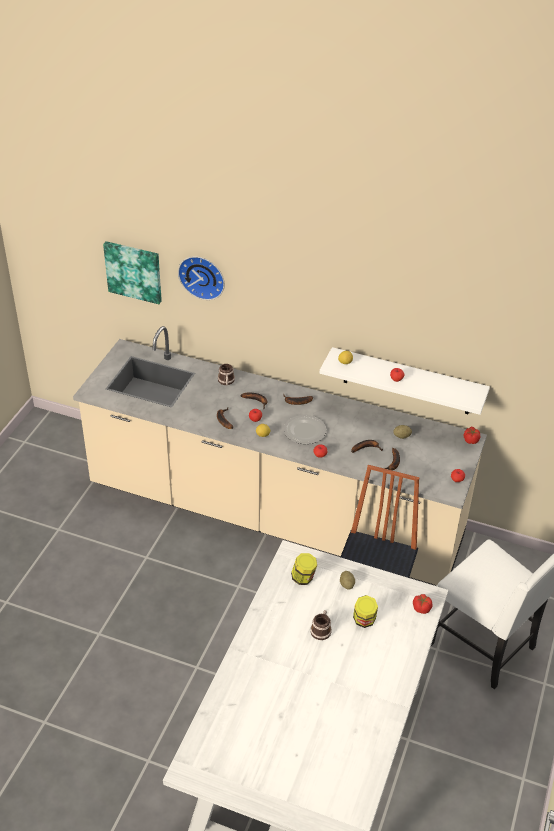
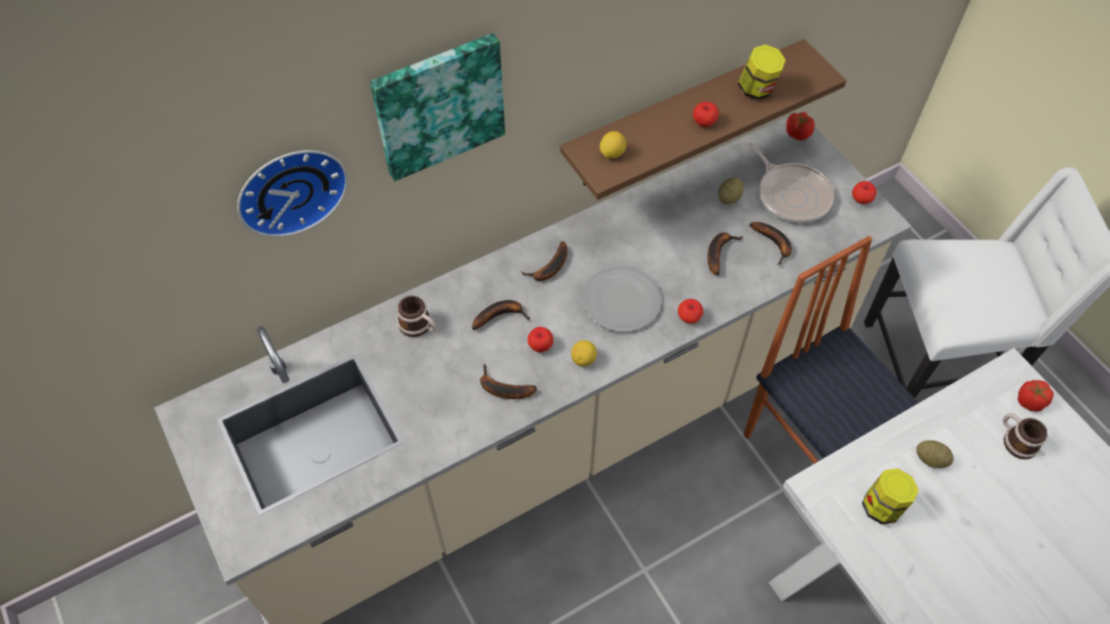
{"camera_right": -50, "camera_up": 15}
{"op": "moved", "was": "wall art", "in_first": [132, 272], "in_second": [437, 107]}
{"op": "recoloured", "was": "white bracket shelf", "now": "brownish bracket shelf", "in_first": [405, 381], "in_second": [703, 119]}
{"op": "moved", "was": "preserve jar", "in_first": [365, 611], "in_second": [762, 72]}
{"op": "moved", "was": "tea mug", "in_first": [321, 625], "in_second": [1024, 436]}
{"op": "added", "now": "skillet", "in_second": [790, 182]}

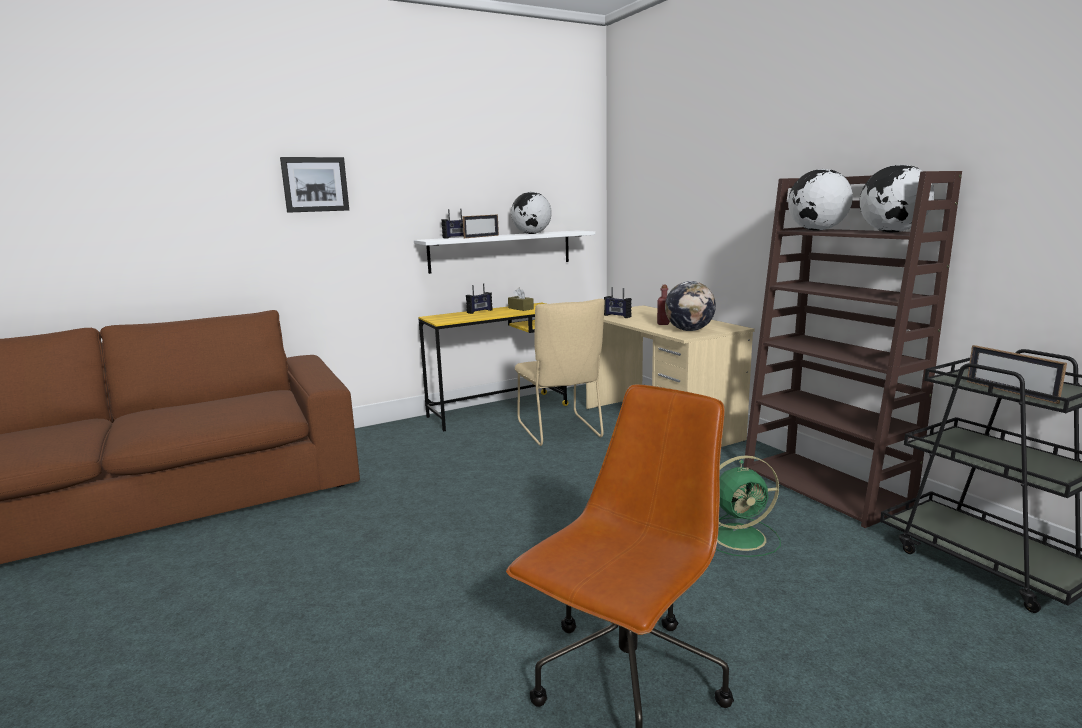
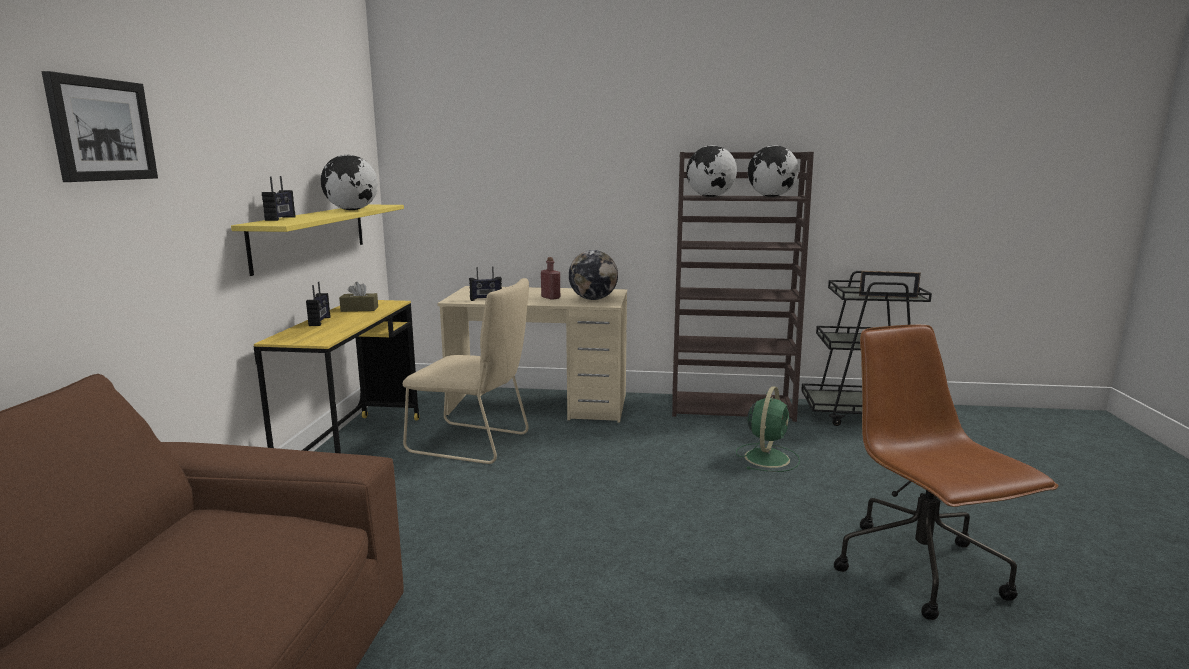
{"camera_right": -55, "camera_up": 0}
{"op": "removed", "was": "photo frame", "in_first": [481, 226]}
{"op": "recoloured", "was": "white bracket shelf", "now": "yellowish bracket shelf", "in_first": [504, 252], "in_second": [317, 240]}

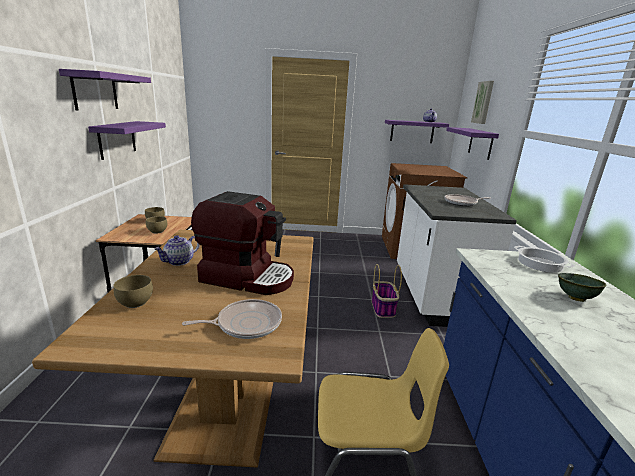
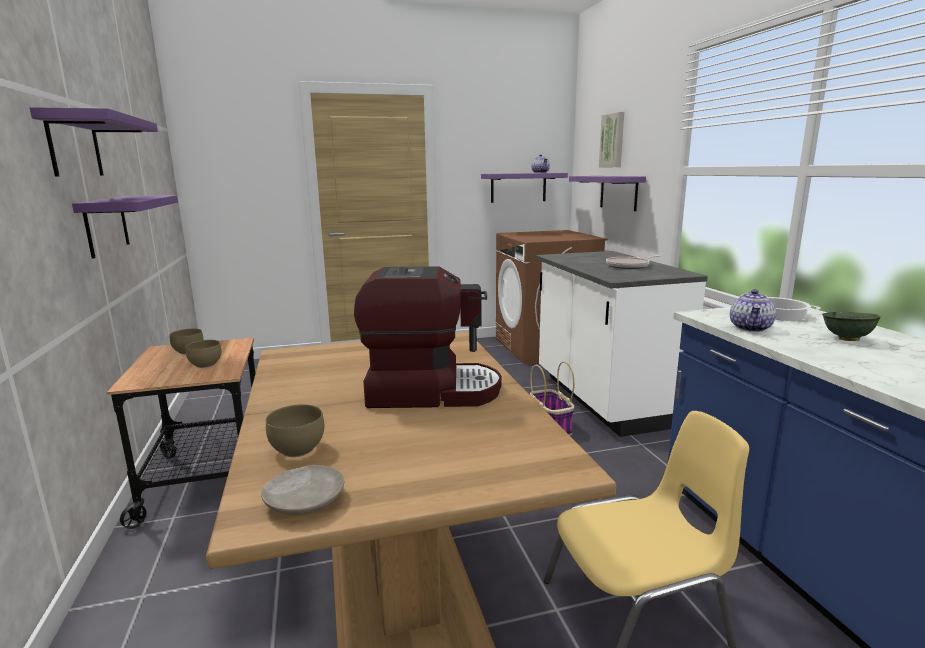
{"camera_right": -15, "camera_up": -5}
{"op": "moved", "was": "teapot", "in_first": [177, 250], "in_second": [753, 310]}
{"op": "removed", "was": "skillet", "in_first": [232, 319]}
{"op": "added", "now": "beige-coloured dinner plate", "in_second": [302, 490]}

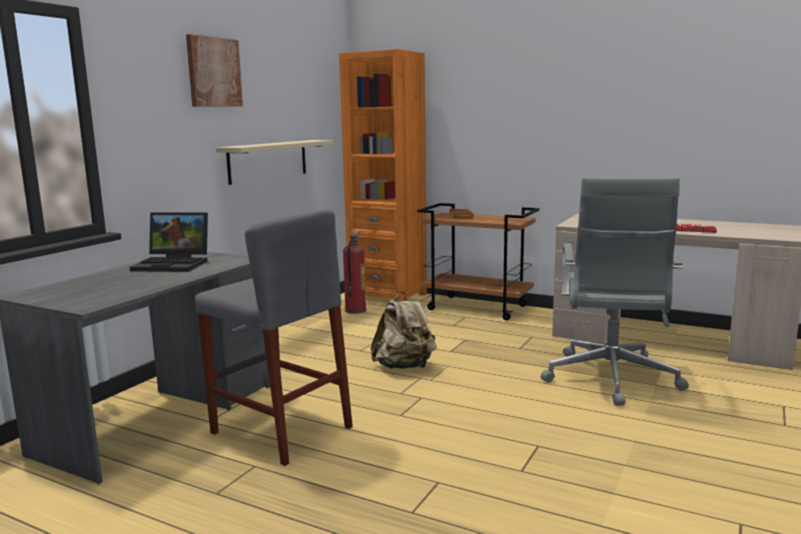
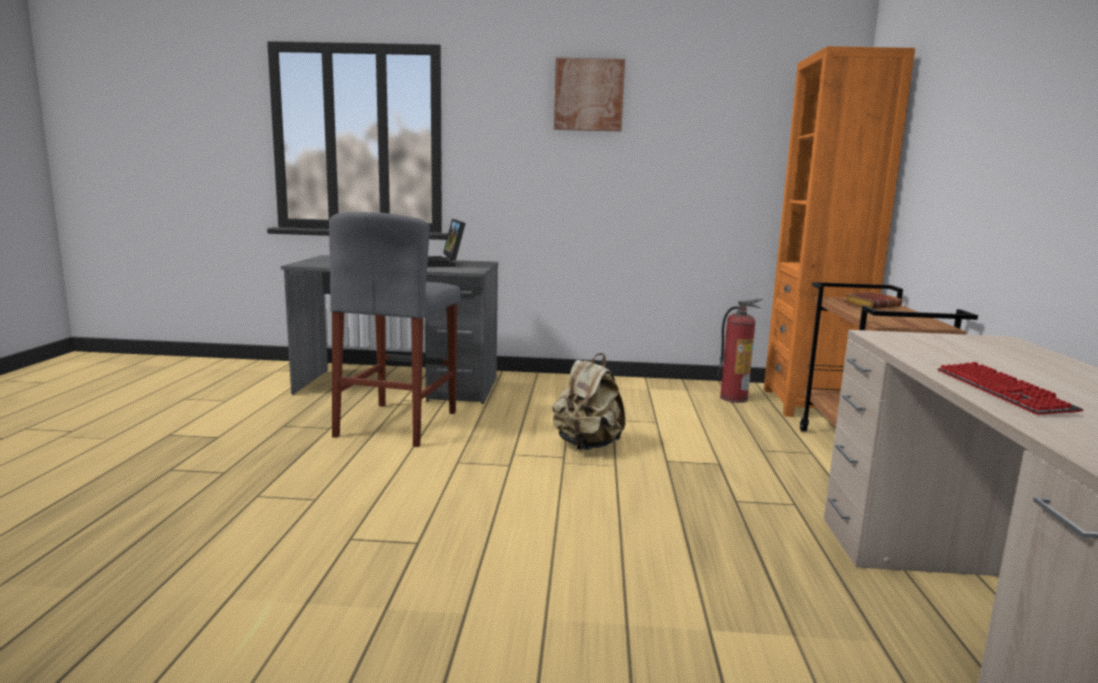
{"camera_right": 65, "camera_up": 0}
{"op": "removed", "was": "beige-coloured bracket shelf", "in_first": [274, 162]}
{"op": "removed", "was": "grey office chair", "in_first": [615, 291]}

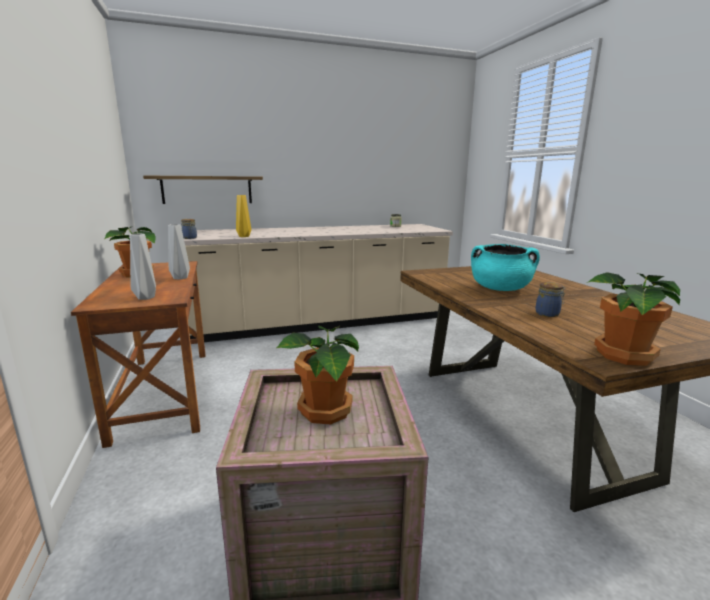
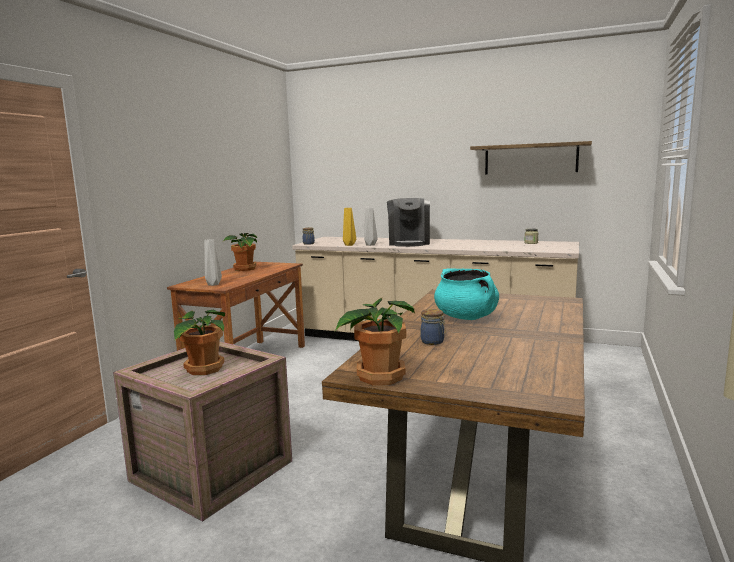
{"camera_right": 40, "camera_up": -5}
{"op": "moved", "was": "bracket shelf", "in_first": [203, 189], "in_second": [531, 158]}
{"op": "moved", "was": "grey decorative vase", "in_first": [179, 252], "in_second": [371, 226]}
{"op": "added", "now": "coffee brewer", "in_second": [408, 222]}

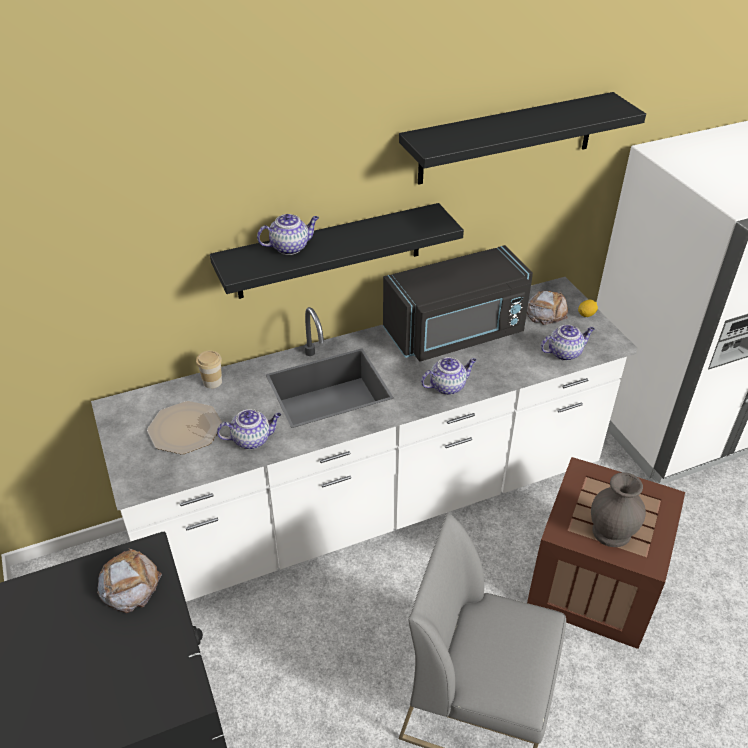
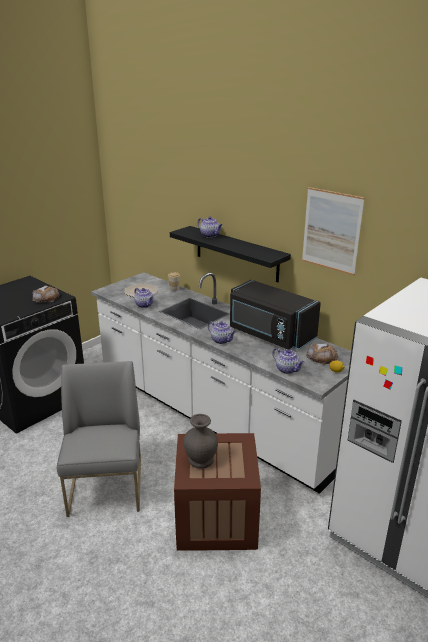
{"camera_right": 65, "camera_up": -15}
{"op": "replaced", "was": "black bracket shelf", "now": "wall art", "in_first": [522, 138], "in_second": [333, 231]}

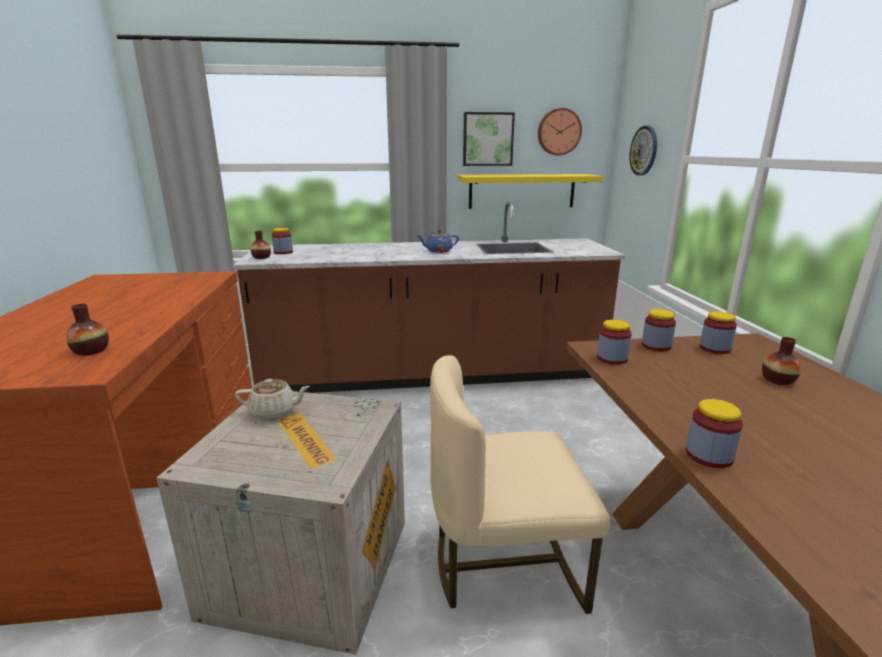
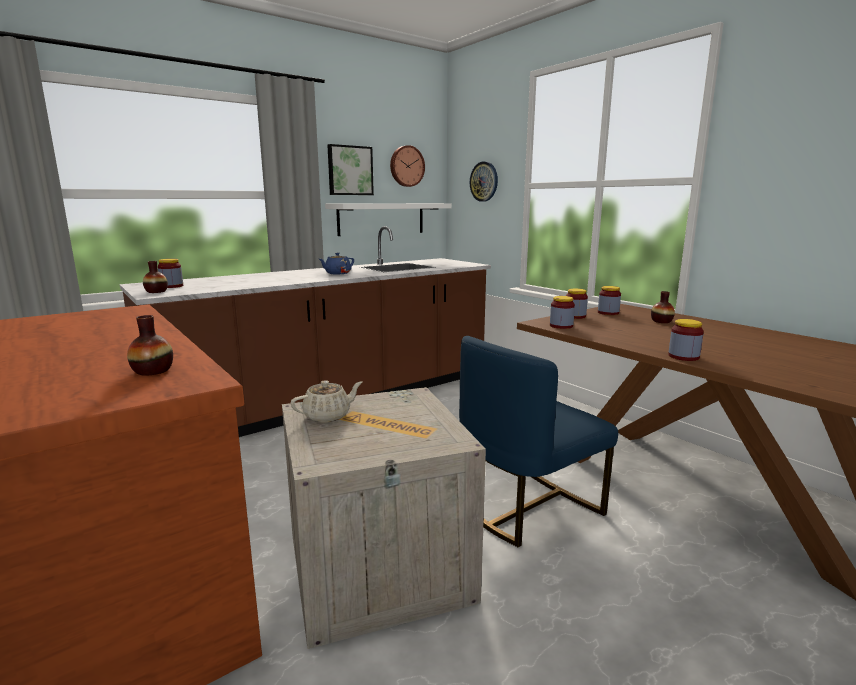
{"camera_right": -30, "camera_up": -5}
{"op": "recoloured", "was": "yellowish bracket shelf", "now": "white bracket shelf", "in_first": [530, 191], "in_second": [388, 219]}
{"op": "recoloured", "was": "beige-coloured plain chair", "now": "blue-coloured plain chair", "in_first": [520, 484], "in_second": [538, 442]}

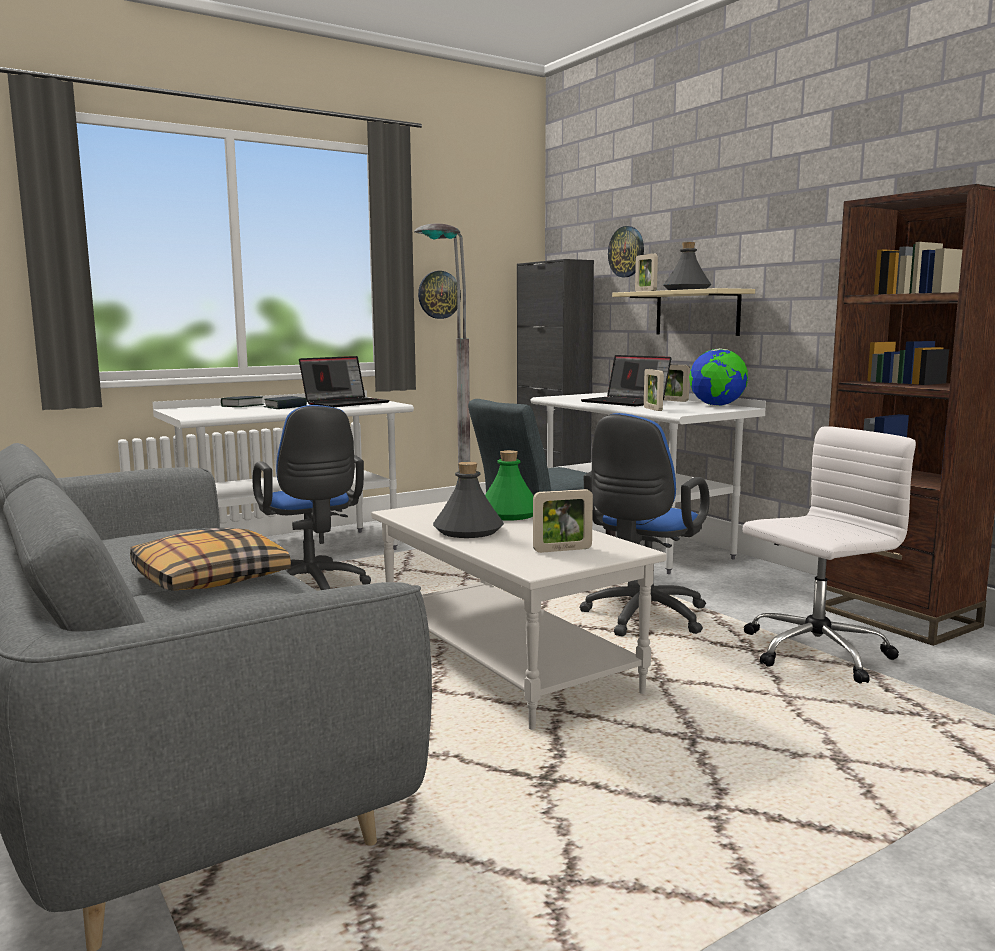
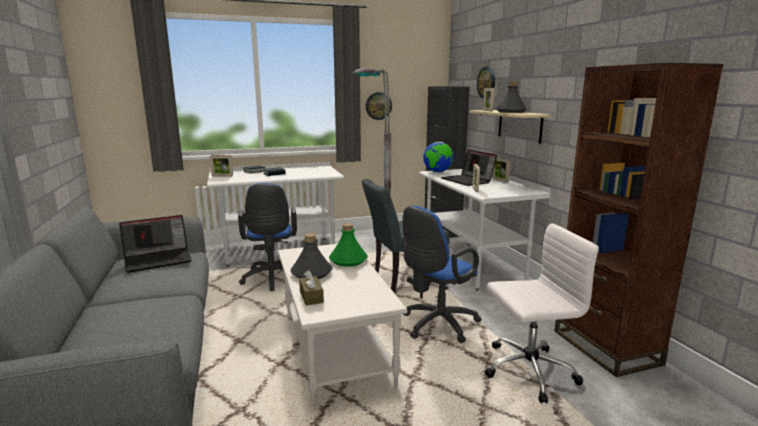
{"camera_right": 15, "camera_up": 5}
{"op": "moved", "was": "globe", "in_first": [718, 377], "in_second": [438, 157]}
{"op": "moved", "was": "portable computer", "in_first": [344, 381], "in_second": [155, 244]}
{"op": "moved", "was": "photo frame", "in_first": [563, 521], "in_second": [221, 166]}
{"op": "removed", "was": "pillow", "in_first": [210, 559]}
{"op": "added", "now": "brownish tissue box", "in_second": [311, 287]}

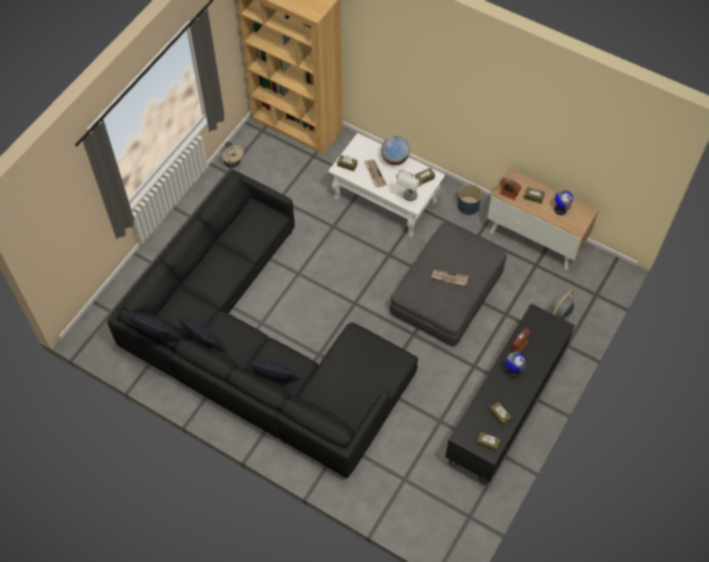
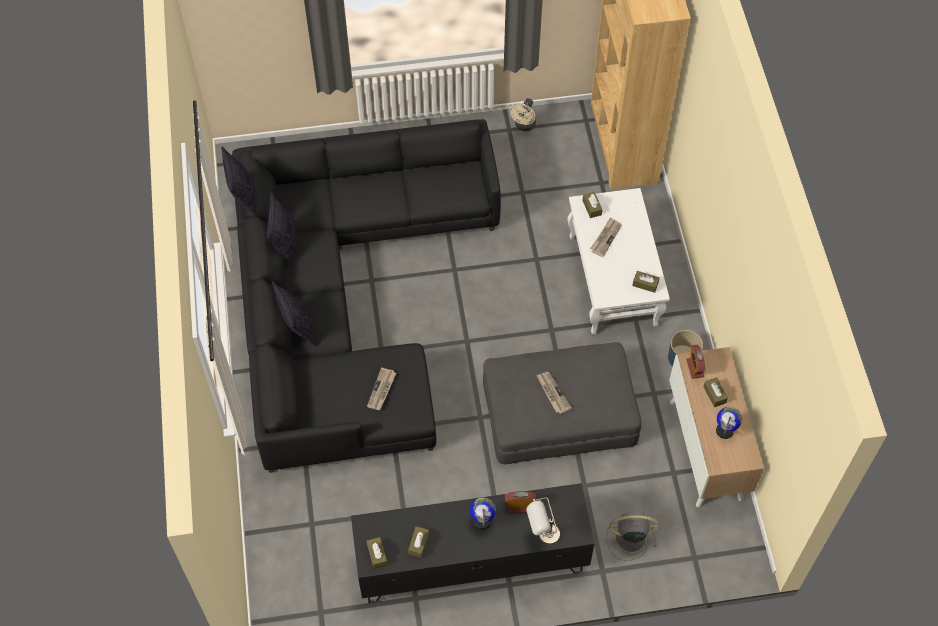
{"camera_right": 50, "camera_up": 0}
{"op": "removed", "was": "globe", "in_first": [395, 150]}
{"op": "moved", "was": "grey lamp for a table", "in_first": [410, 185], "in_second": [543, 521]}
{"op": "added", "now": "newspaper", "in_second": [381, 389]}

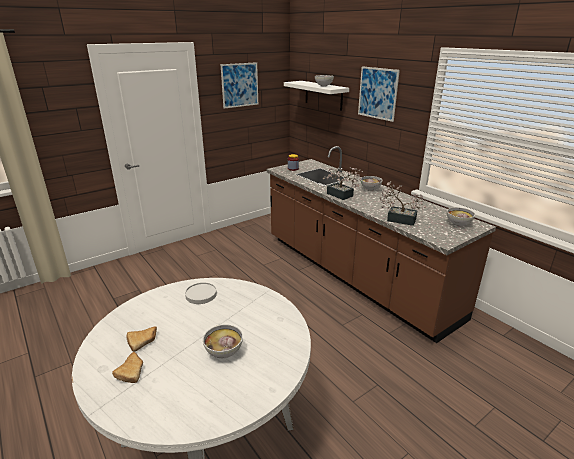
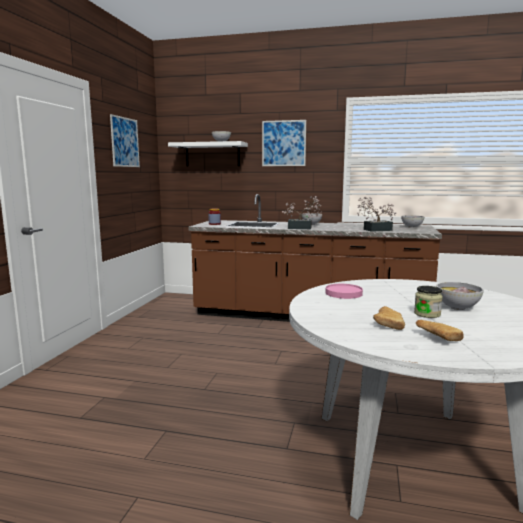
{"camera_right": -40, "camera_up": -15}
{"op": "recoloured", "was": "white dinner plate", "now": "pink-coloured dinner plate", "in_first": [201, 293], "in_second": [344, 291]}
{"op": "added", "now": "preserve jar", "in_second": [428, 302]}

